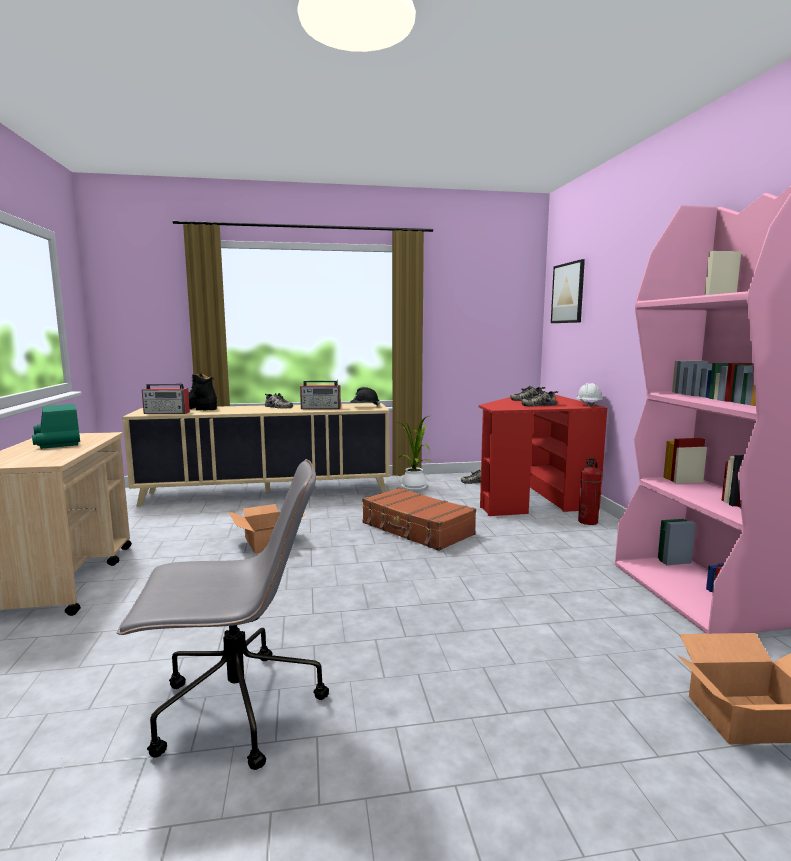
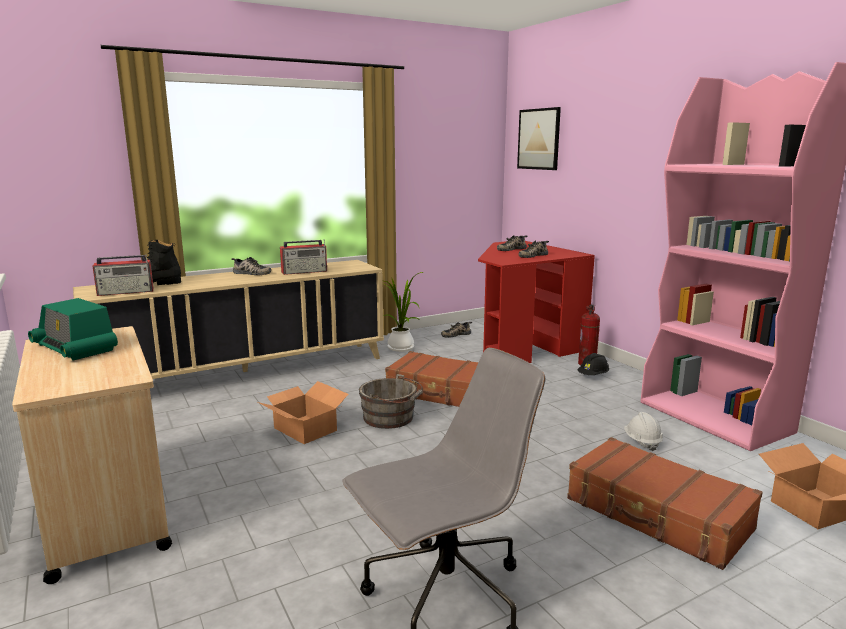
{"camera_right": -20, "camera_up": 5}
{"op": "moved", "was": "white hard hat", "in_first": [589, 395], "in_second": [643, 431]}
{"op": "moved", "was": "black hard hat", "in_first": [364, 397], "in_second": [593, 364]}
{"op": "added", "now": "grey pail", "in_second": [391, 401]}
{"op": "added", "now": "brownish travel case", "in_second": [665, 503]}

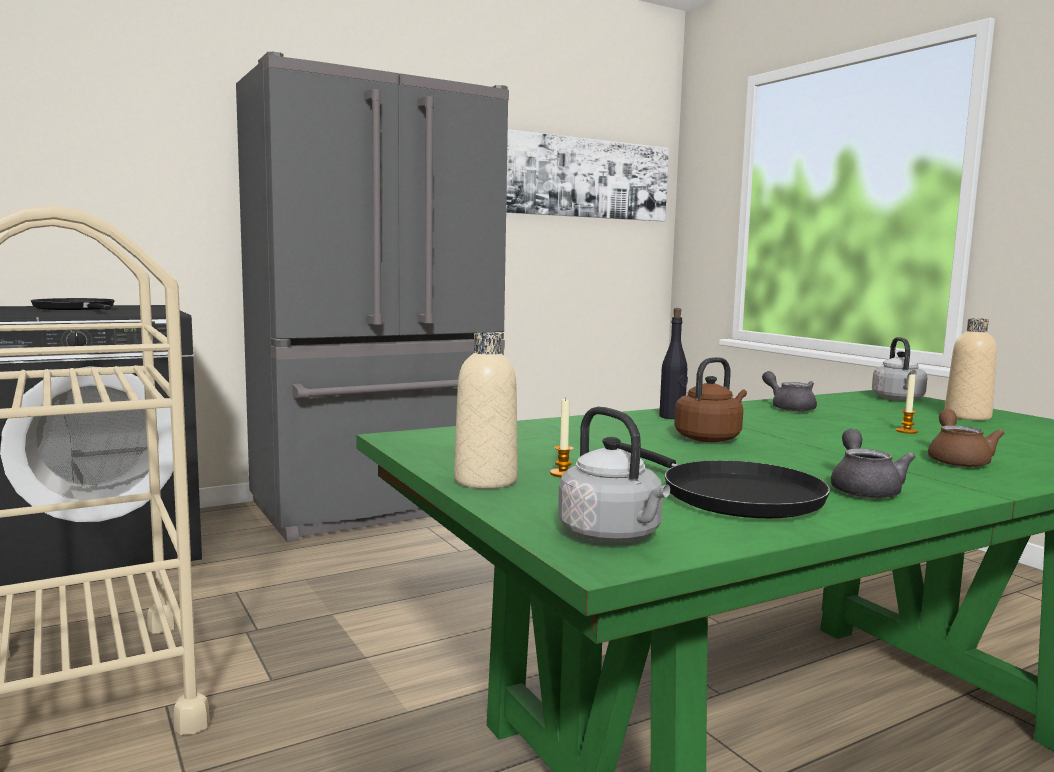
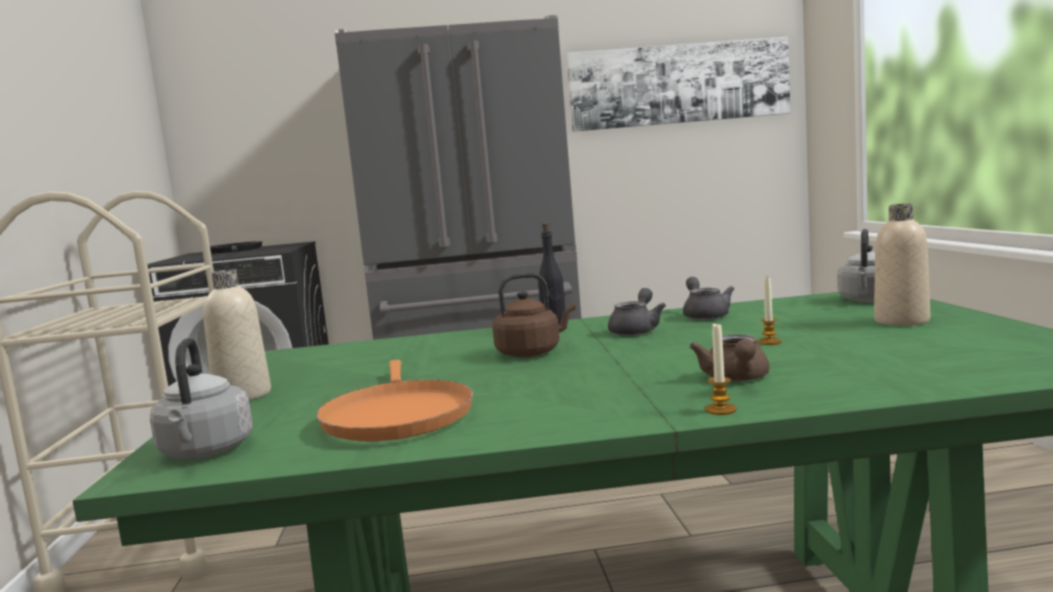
{"camera_right": 25, "camera_up": 0}
{"op": "moved", "was": "wax candle", "in_first": [562, 437], "in_second": [720, 368]}
{"op": "turned", "was": "brownish teapot", "in_first": [966, 438], "in_second": [729, 357], "clockwise": 150}
{"op": "moved", "was": "grey teapot", "in_first": [873, 464], "in_second": [637, 312]}
{"op": "recoloured", "was": "black skillet", "now": "orange-coloured skillet", "in_first": [724, 480], "in_second": [394, 400]}

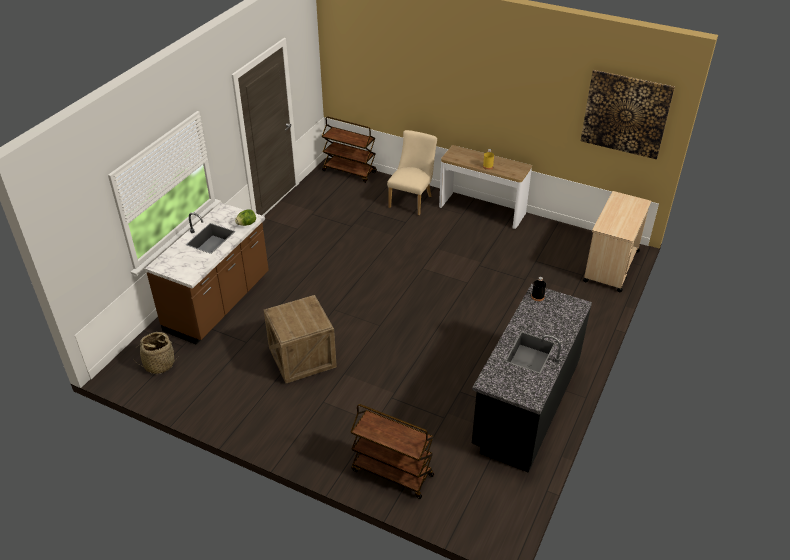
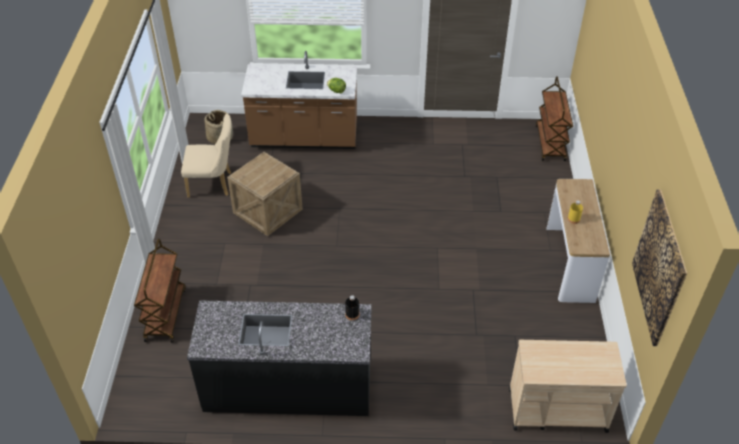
{"camera_right": 65, "camera_up": 5}
{"op": "moved", "was": "beige-coloured plain chair", "in_first": [412, 172], "in_second": [206, 155]}

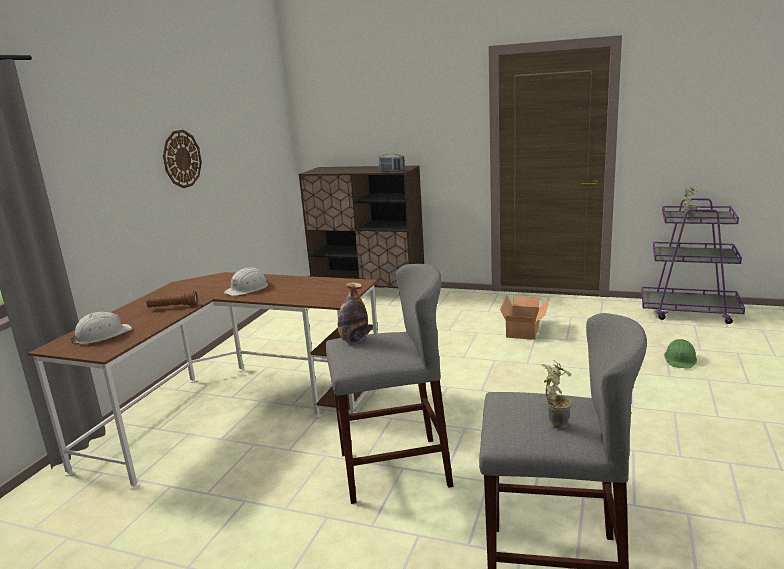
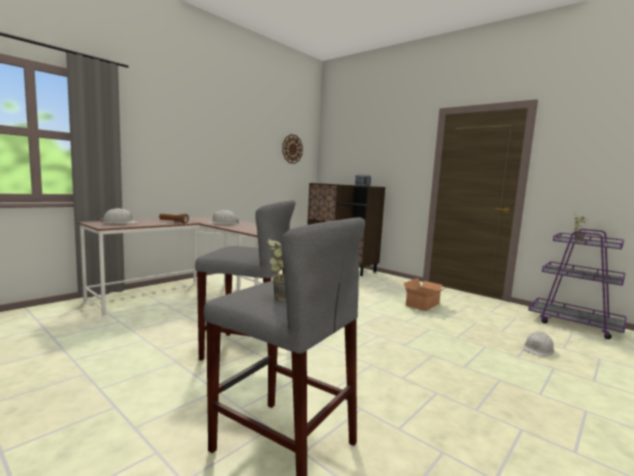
{"camera_right": 20, "camera_up": -10}
{"op": "moved", "was": "clock on the wall", "in_first": [182, 159], "in_second": [292, 149]}
{"op": "removed", "was": "bottle", "in_first": [353, 312]}
{"op": "recoloured", "was": "greenish hard hat", "now": "white hard hat", "in_first": [680, 354], "in_second": [539, 344]}

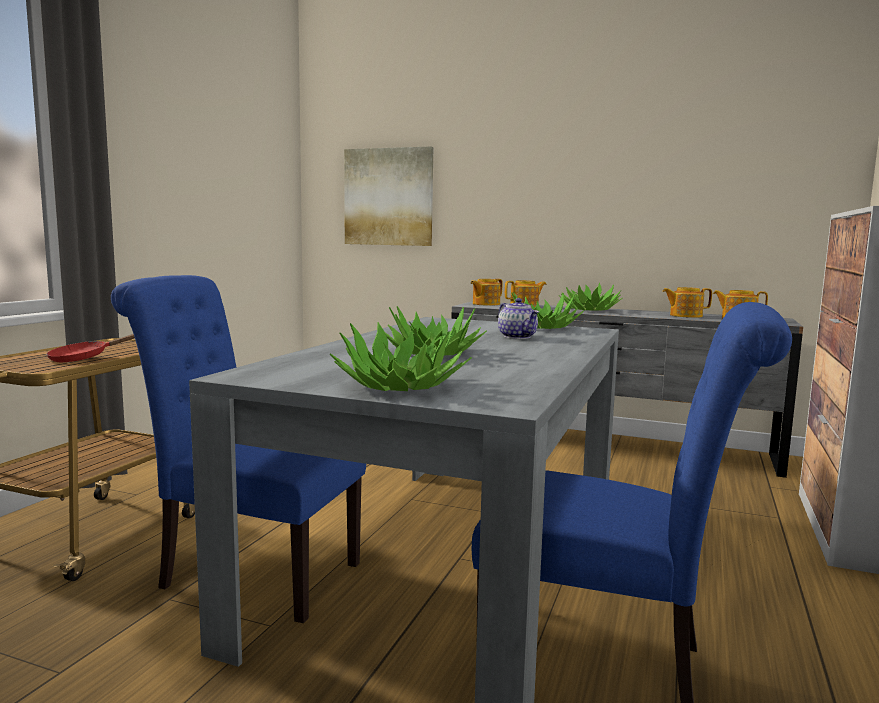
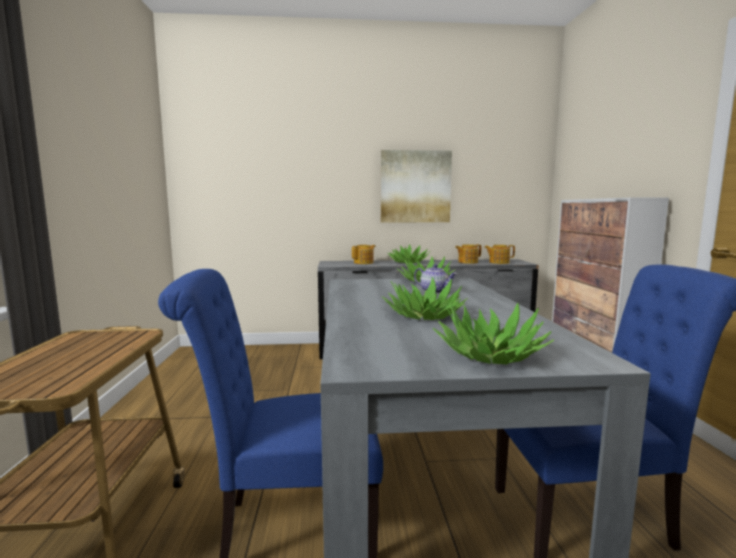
{"camera_right": -25, "camera_up": 0}
{"op": "moved", "was": "wall art", "in_first": [388, 196], "in_second": [416, 186]}
{"op": "removed", "was": "teapot", "in_first": [486, 292]}
{"op": "removed", "was": "red skillet", "in_first": [90, 348]}

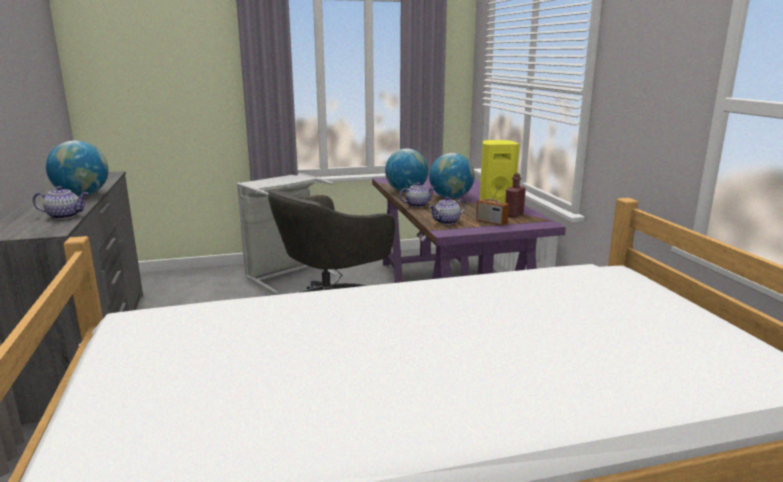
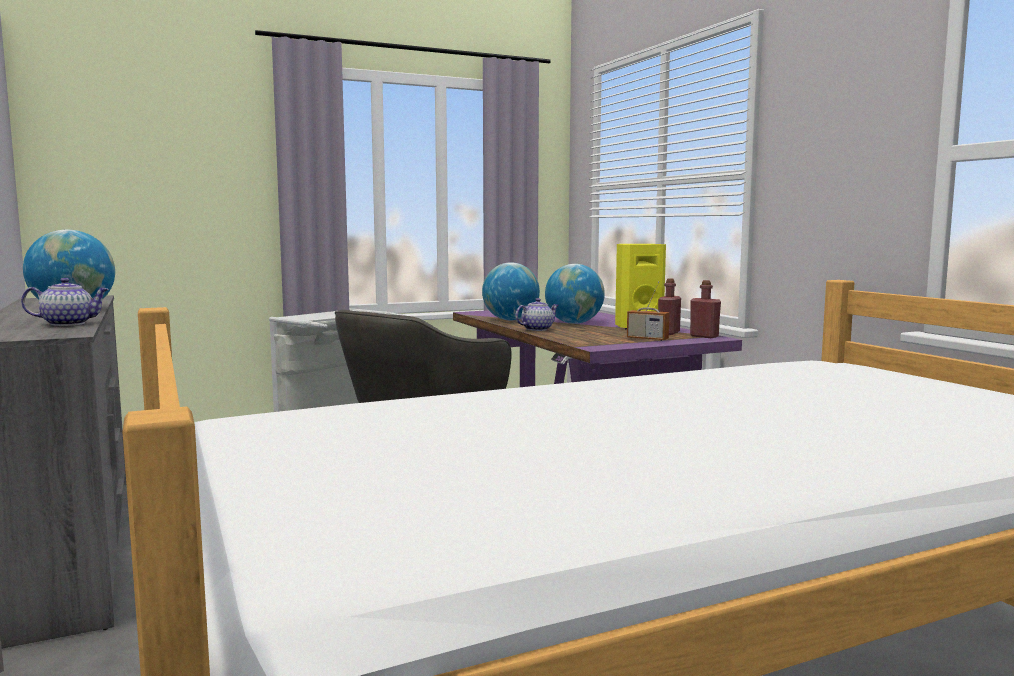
{"camera_right": -10, "camera_up": -10}
{"op": "removed", "was": "teapot", "in_first": [447, 211]}
{"op": "added", "now": "red bottle", "in_second": [705, 309]}

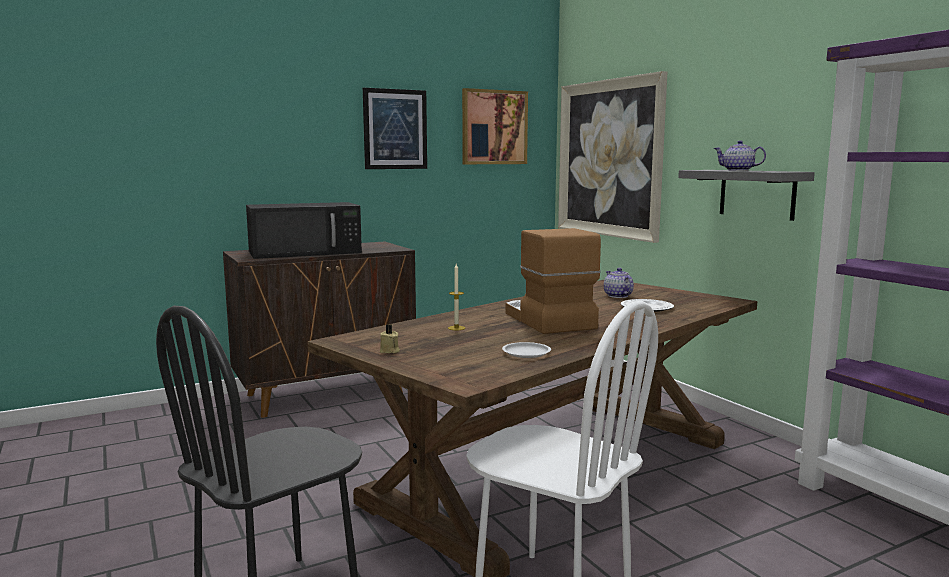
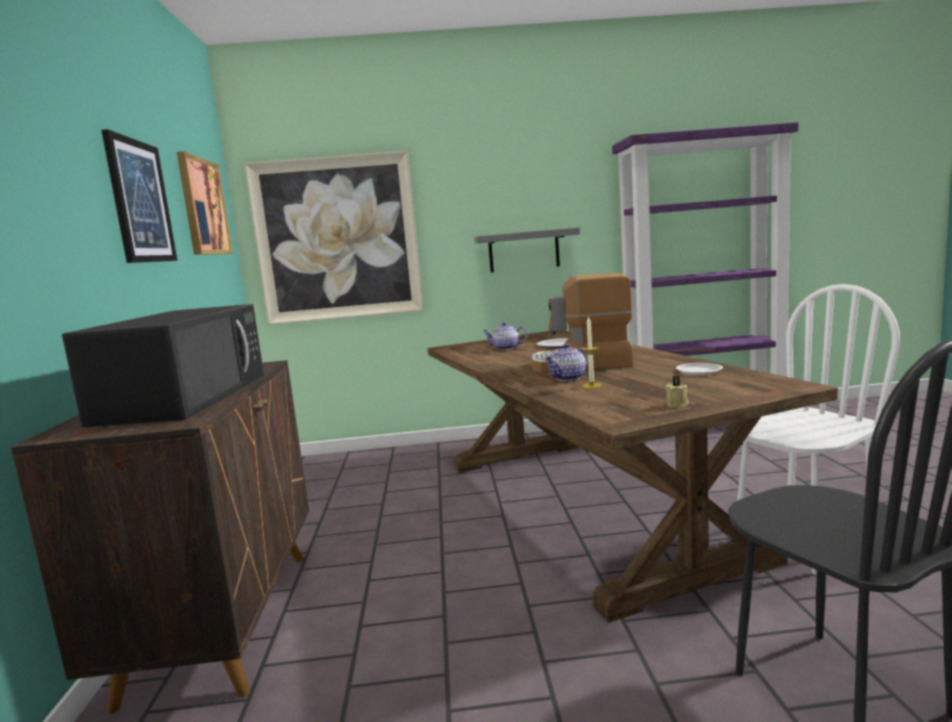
{"camera_right": -65, "camera_up": 0}
{"op": "moved", "was": "teapot", "in_first": [740, 156], "in_second": [566, 362]}

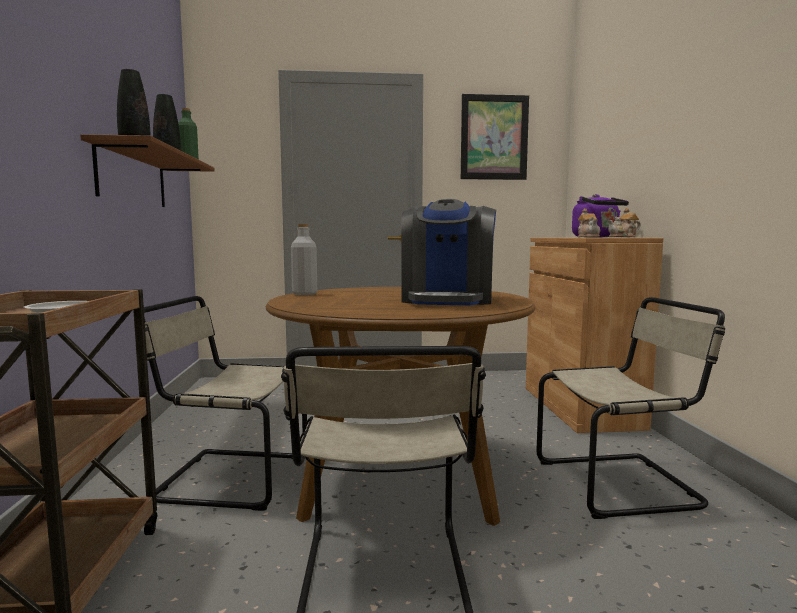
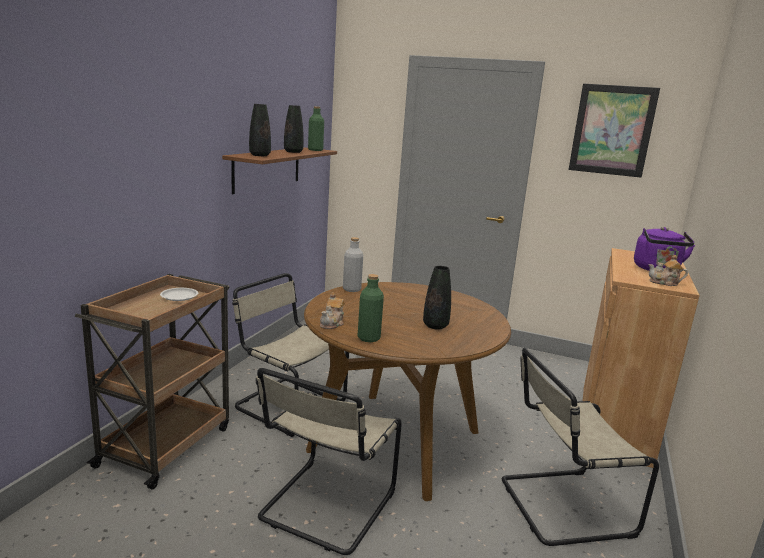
{"camera_right": 25, "camera_up": 10}
{"op": "replaced", "was": "coffee brewer", "now": "black decorative vase", "in_first": [448, 252], "in_second": [437, 297]}
{"op": "moved", "was": "teapot", "in_first": [589, 222], "in_second": [332, 310]}
{"op": "turned", "was": "beige-coloured plain chair", "in_first": [630, 408], "in_second": [580, 447], "clockwise": 150}
{"op": "added", "now": "greenish bottle", "in_second": [371, 308]}

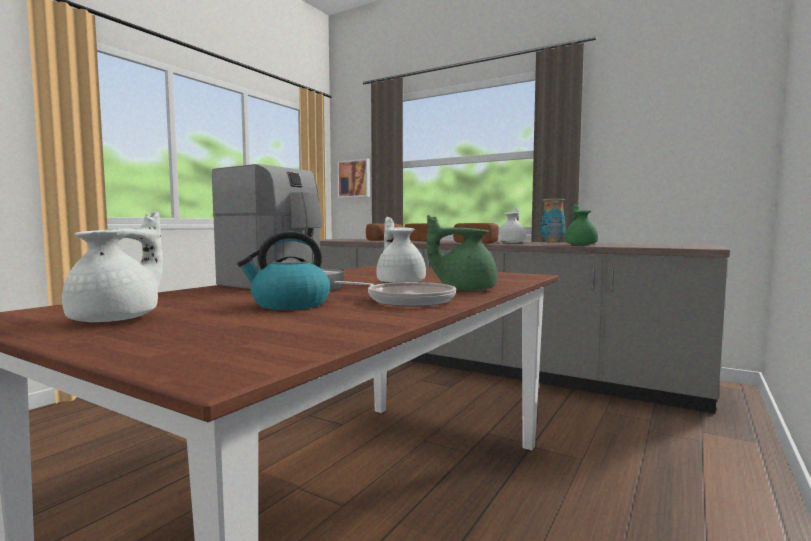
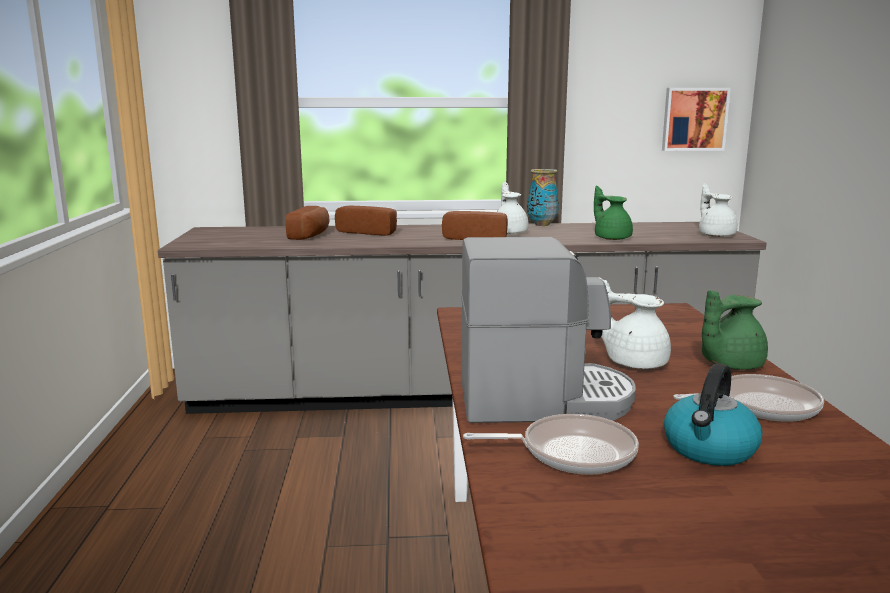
{"camera_right": -35, "camera_up": 10}
{"op": "moved", "was": "wall art", "in_first": [353, 178], "in_second": [696, 119]}
{"op": "moved", "was": "white teapot", "in_first": [112, 267], "in_second": [718, 210]}
{"op": "added", "now": "skillet", "in_second": [551, 444]}

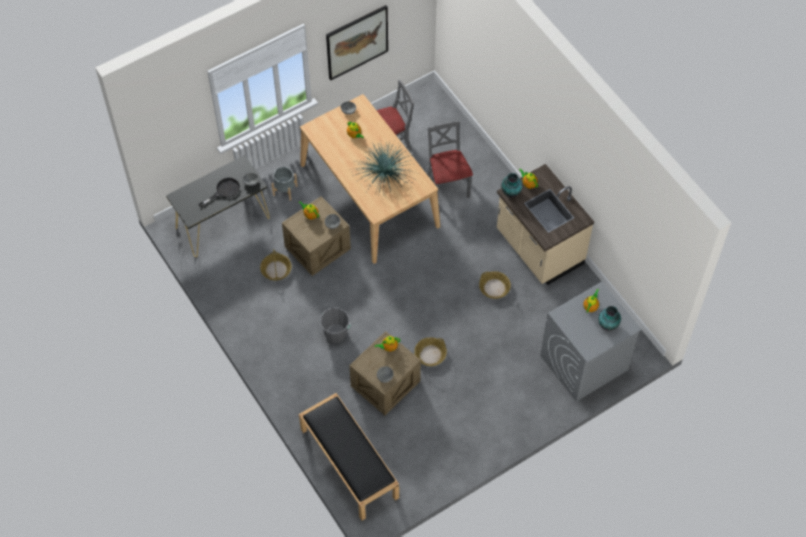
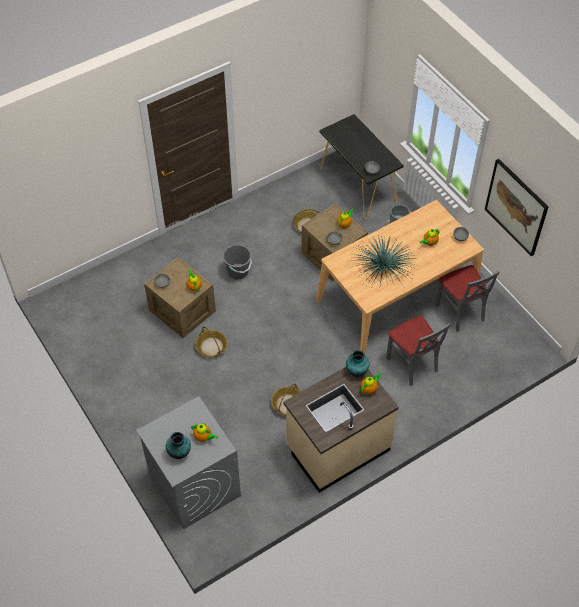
{"camera_right": 90, "camera_up": -5}
{"op": "turned", "was": "grey plain chair", "in_first": [450, 159], "in_second": [418, 351], "clockwise": 75}
{"op": "removed", "was": "black skillet", "in_first": [219, 192]}
{"op": "removed", "was": "black long seat", "in_first": [349, 457]}

